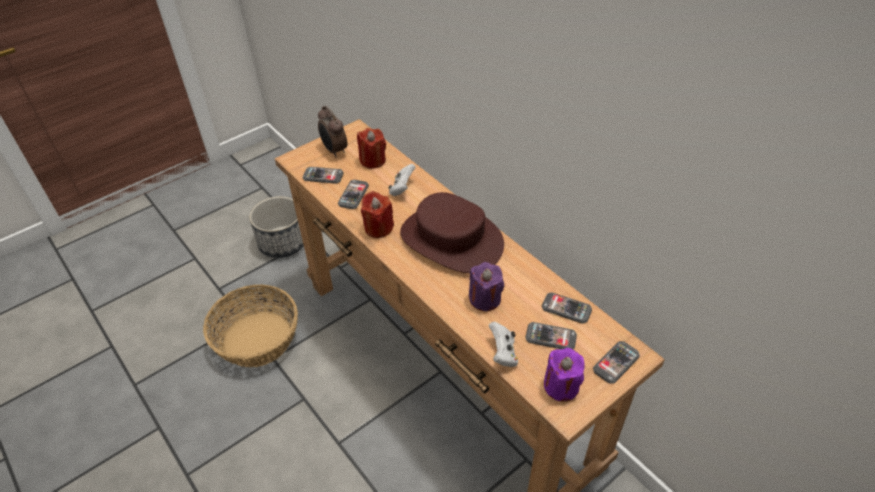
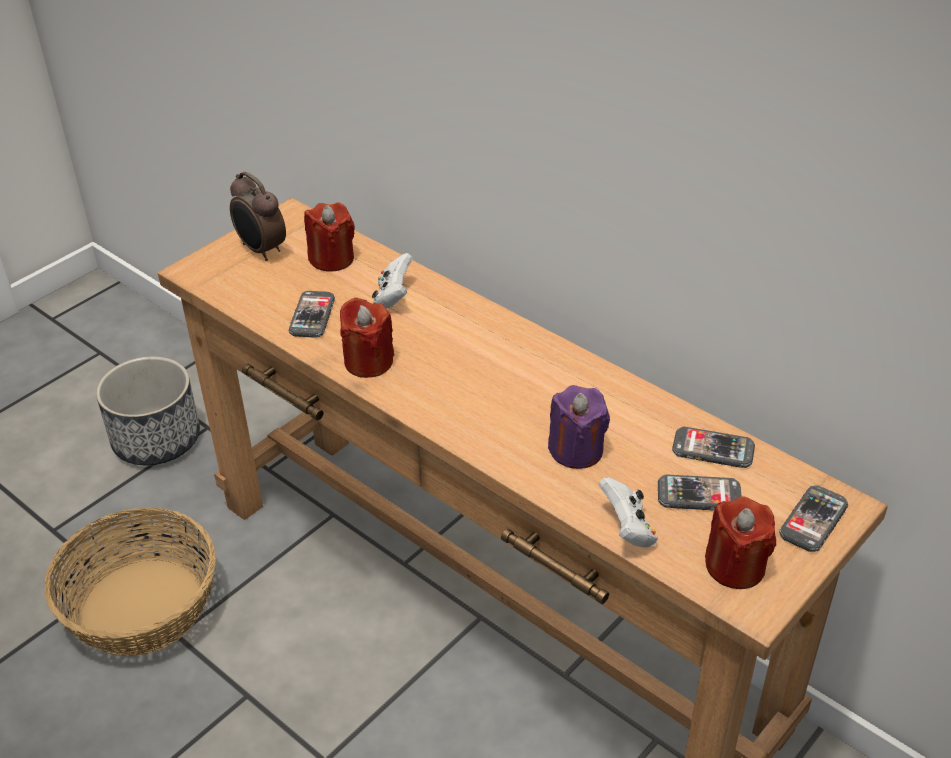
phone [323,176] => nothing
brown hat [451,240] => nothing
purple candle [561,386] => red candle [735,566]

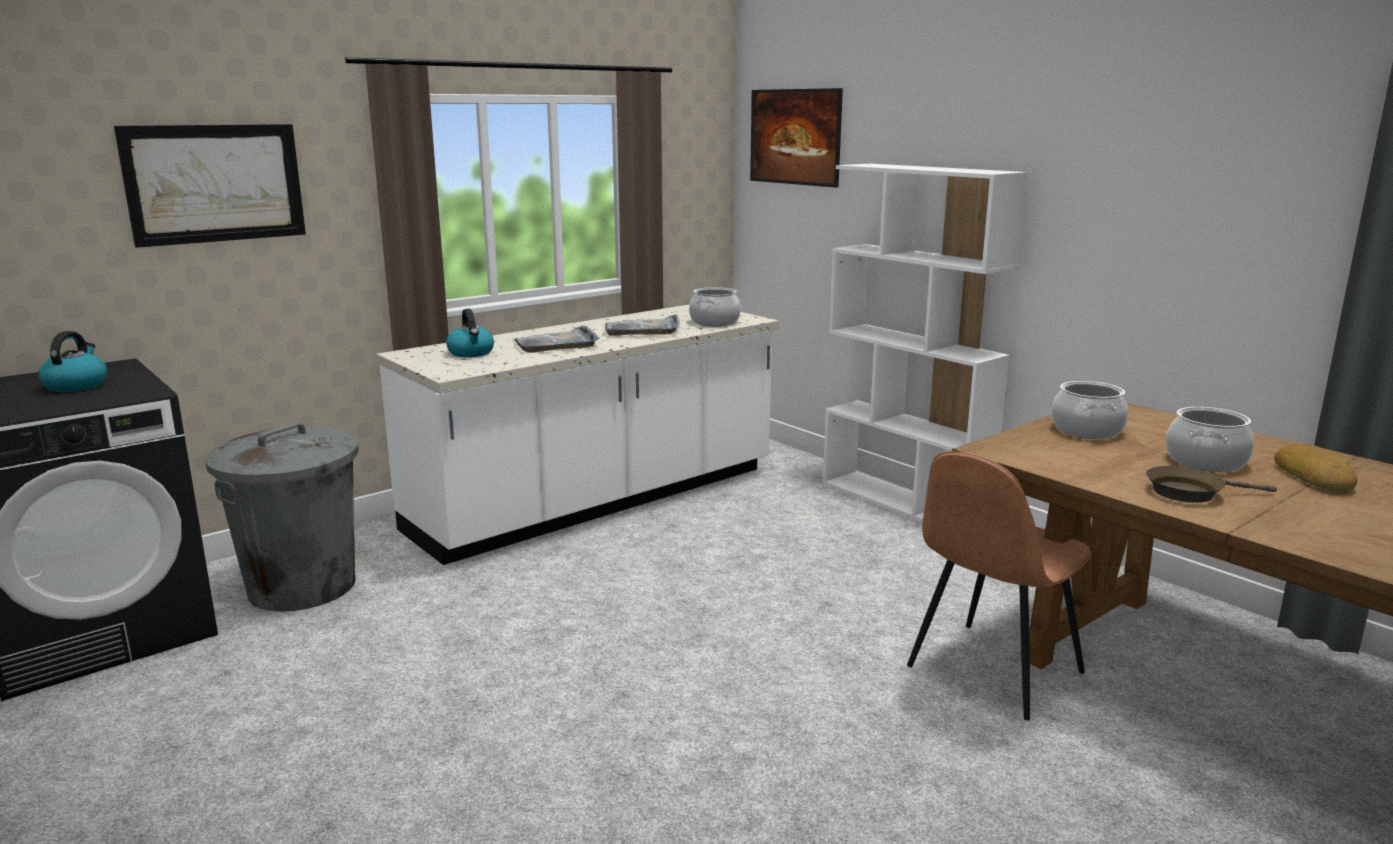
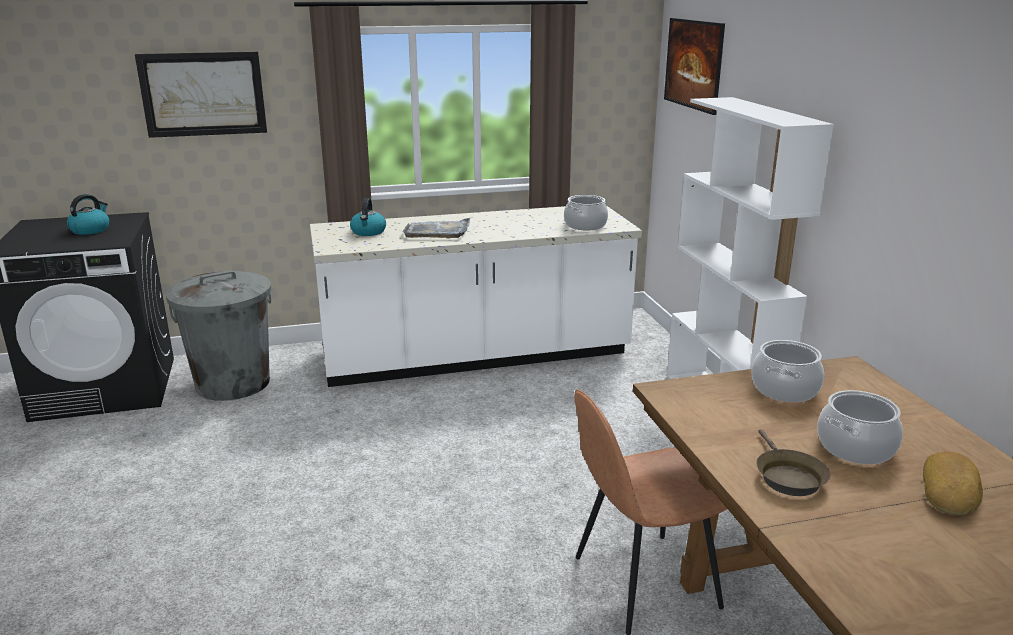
grey tray [643,329] => nothing
brown frying pan [1190,492] => brown frying pan [787,477], 120 degrees counterclockwise

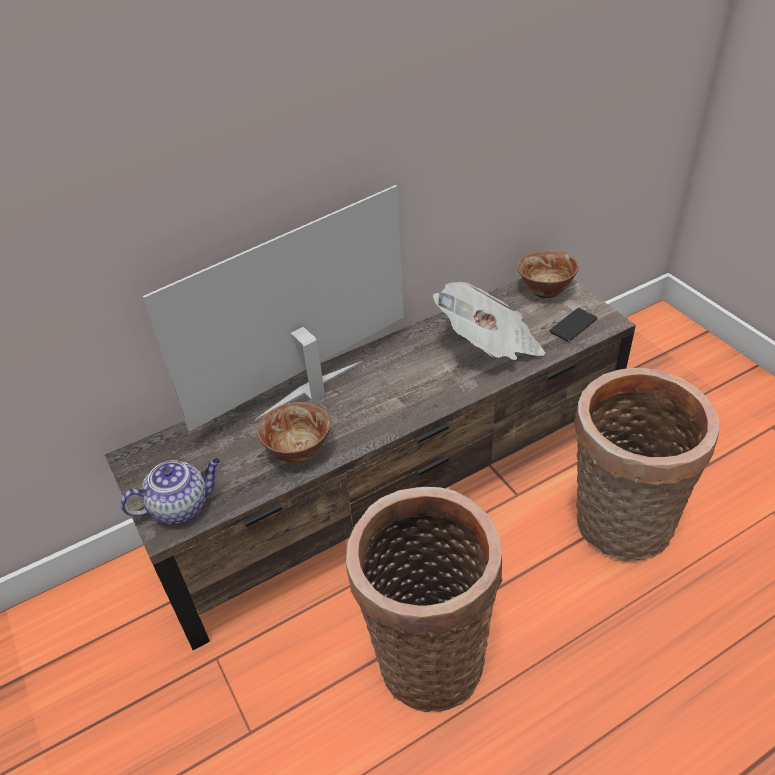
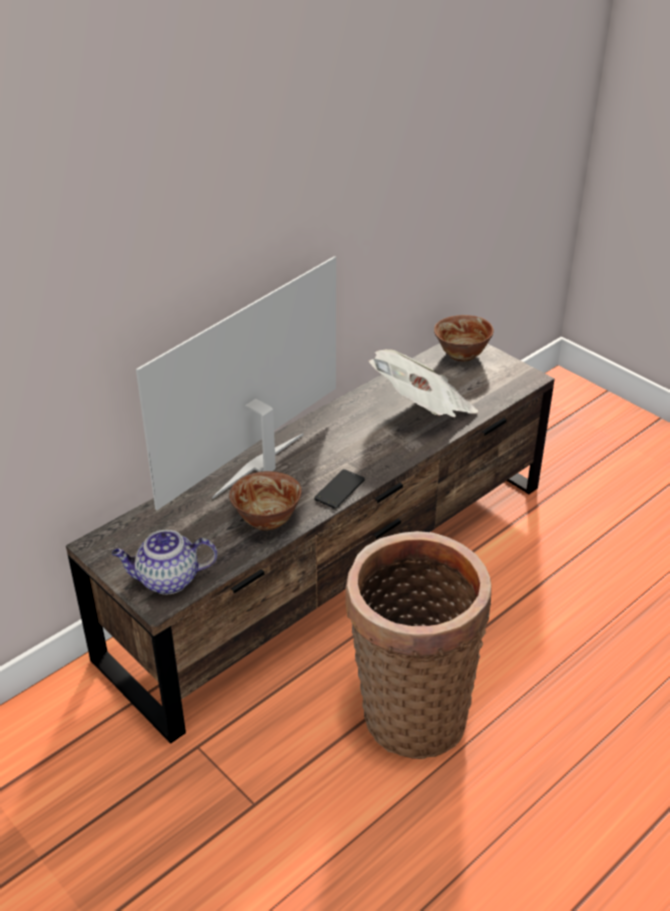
phone [573,325] => phone [339,489], move
basket [618,527] => nothing
teapot [181,506] => teapot [167,580], 150 degrees counterclockwise

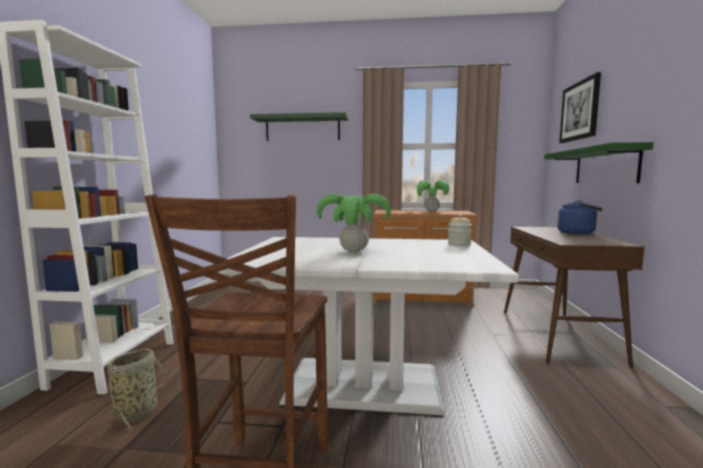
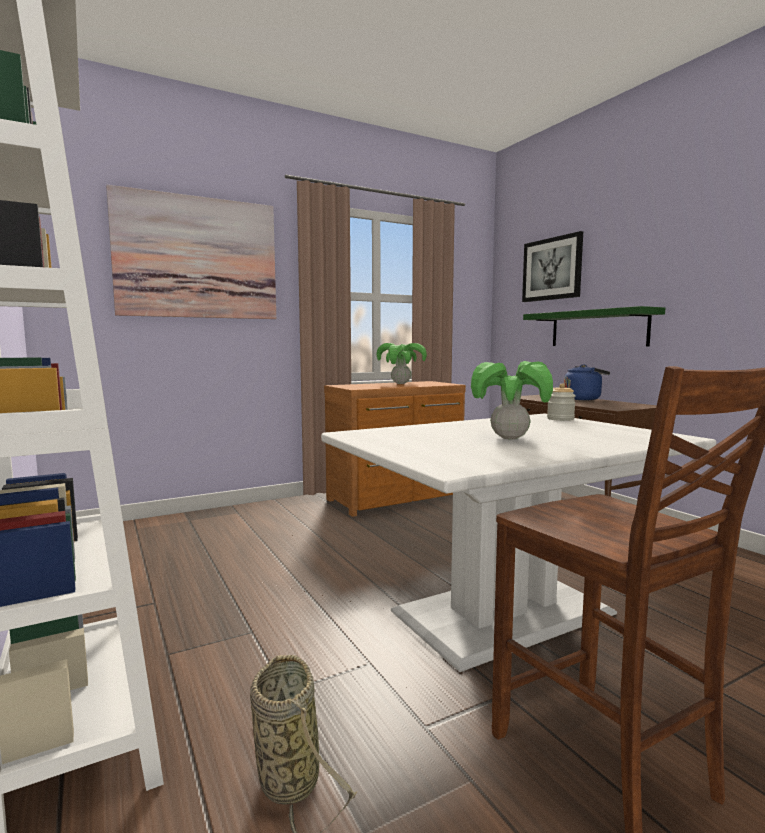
green shelf [302,128] => picture [197,258]

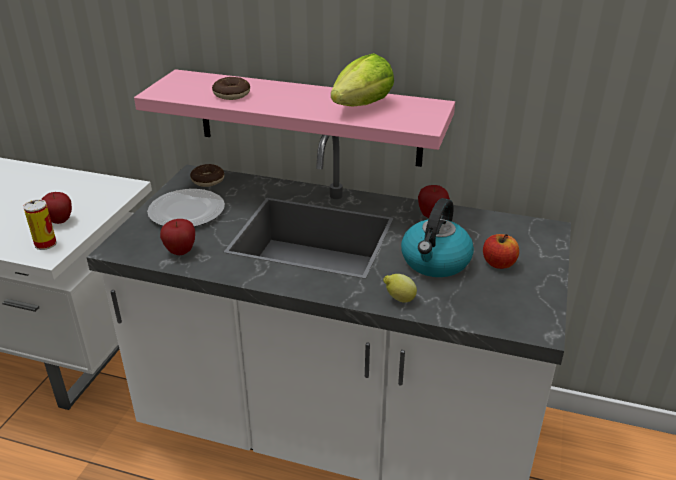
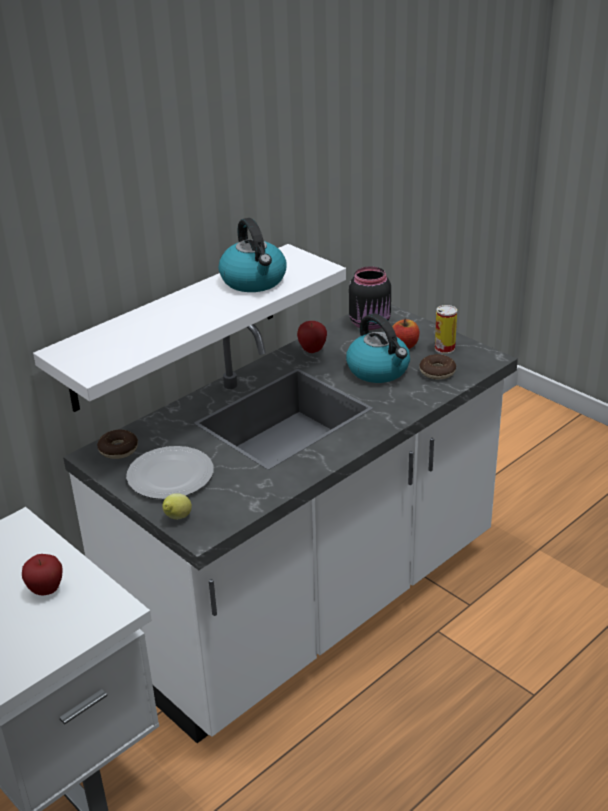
lettuce [362,106] => kettle [254,281]
pink shelf [308,118] => white shelf [175,327]
donut [231,94] => donut [437,372], move
can [45,244] => can [444,348], move
apple [180,252] => nothing
lemon [399,299] => lemon [177,518], move
nothing => black jar [371,324]

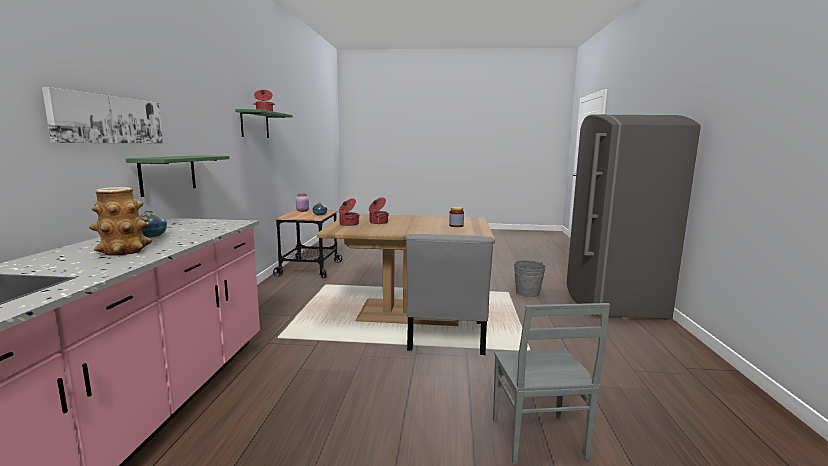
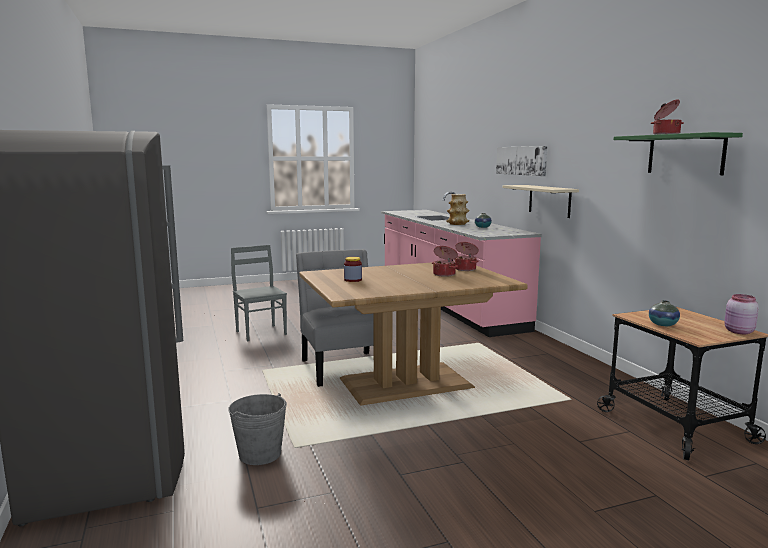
green shelf [168,174] => beige shelf [549,200]

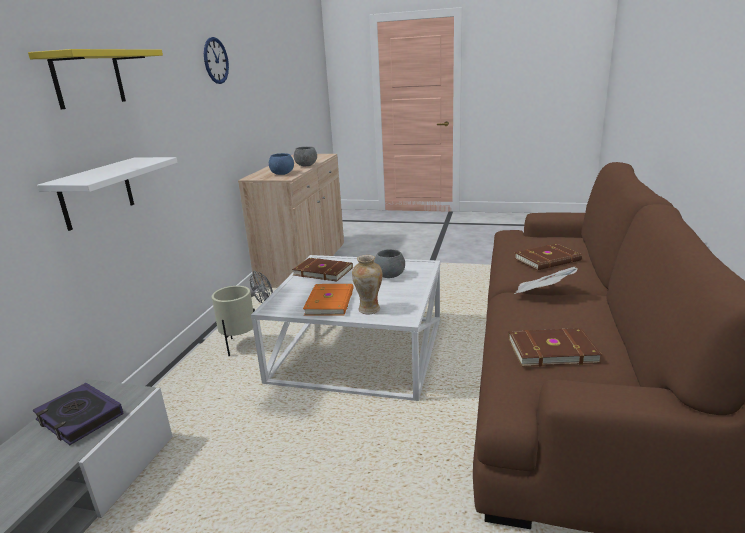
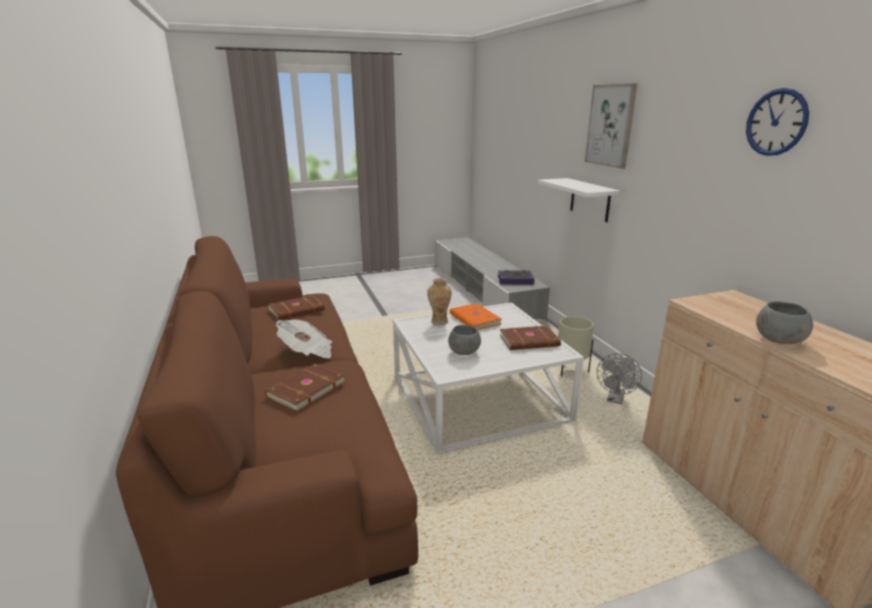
yellow shelf [88,79] => picture [610,125]
blue bowl [282,174] => nothing

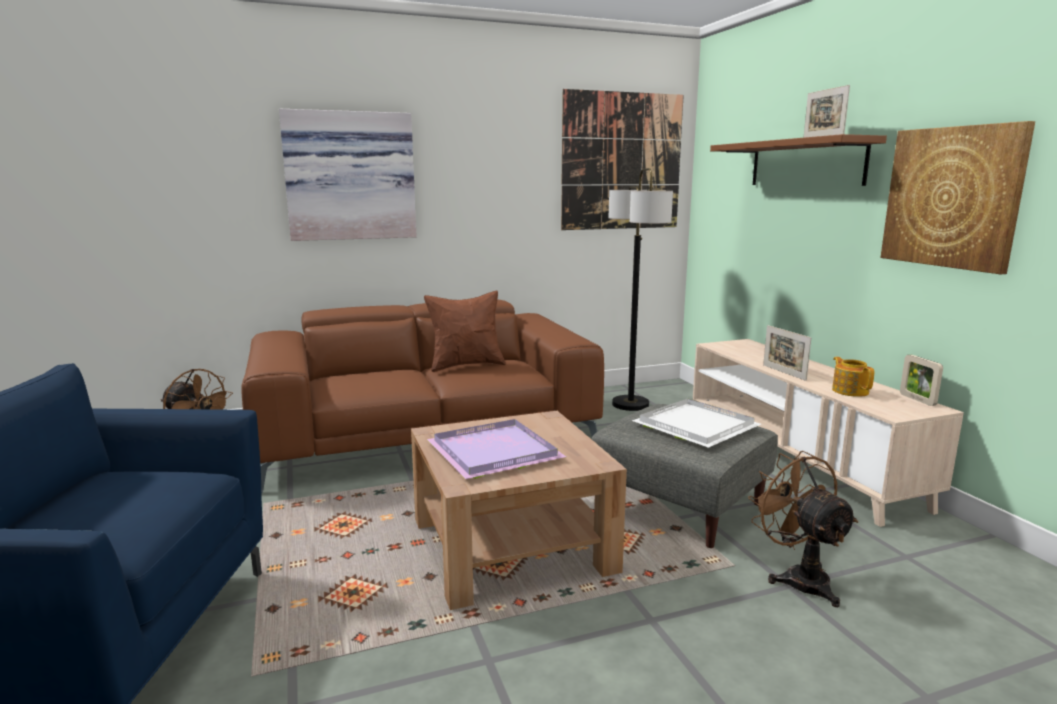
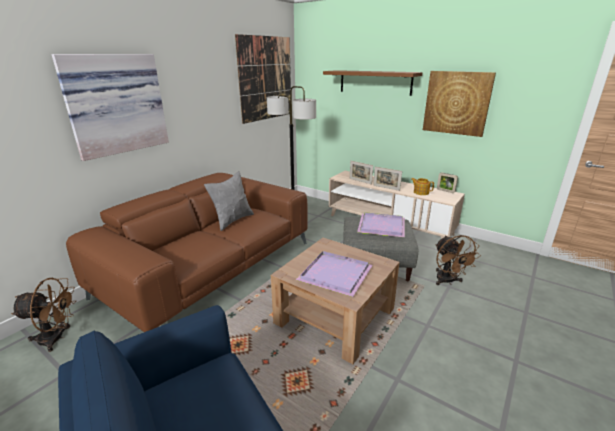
picture frame [822,137] => picture frame [360,181], move
brown pillow [466,365] => grey pillow [232,220]
white tray [693,426] => purple tray [380,227]
brown fan [798,578] => brown fan [448,281], 135 degrees counterclockwise

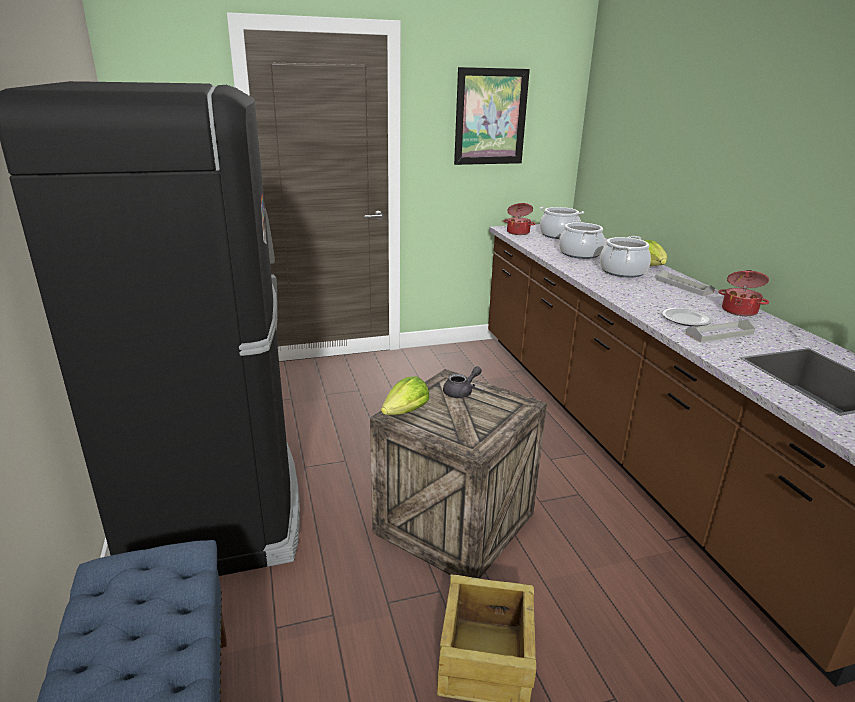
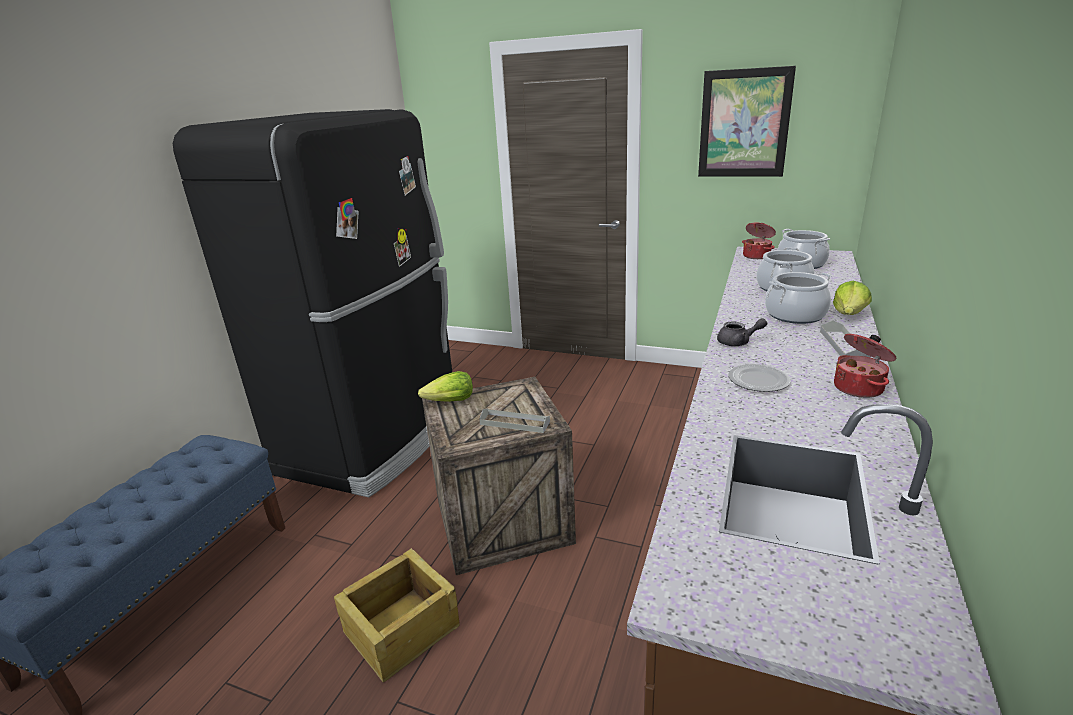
grey tray [719,334] => grey tray [514,423], move
grey teapot [461,392] => grey teapot [738,342], move

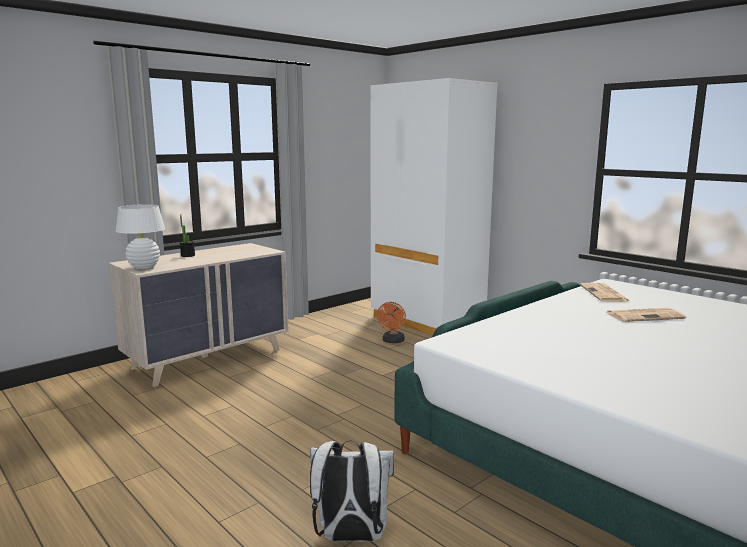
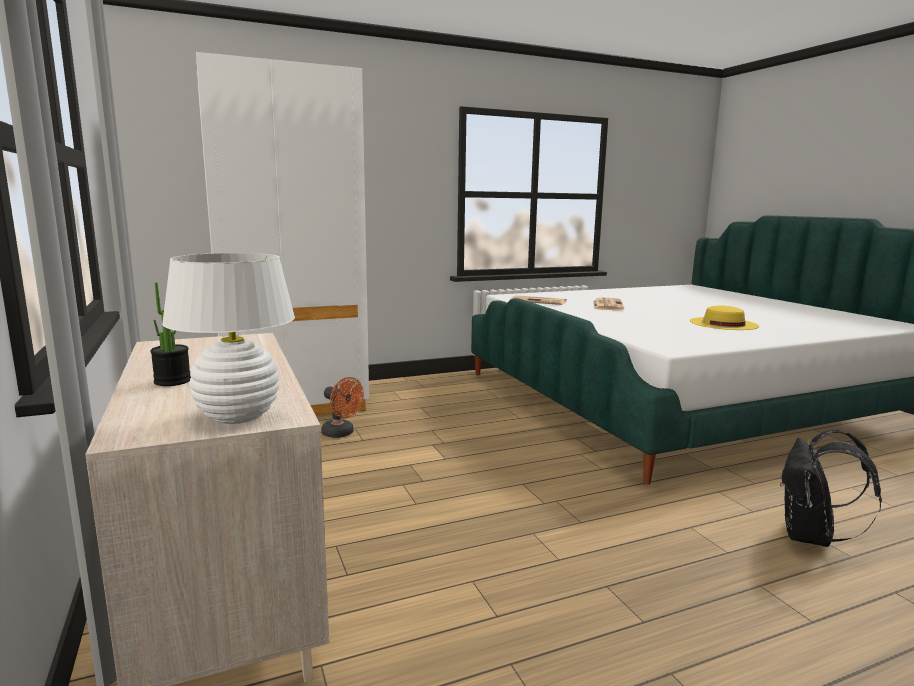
white backpack [350,537] => black backpack [811,537]
nothing => yellow hat [723,323]

